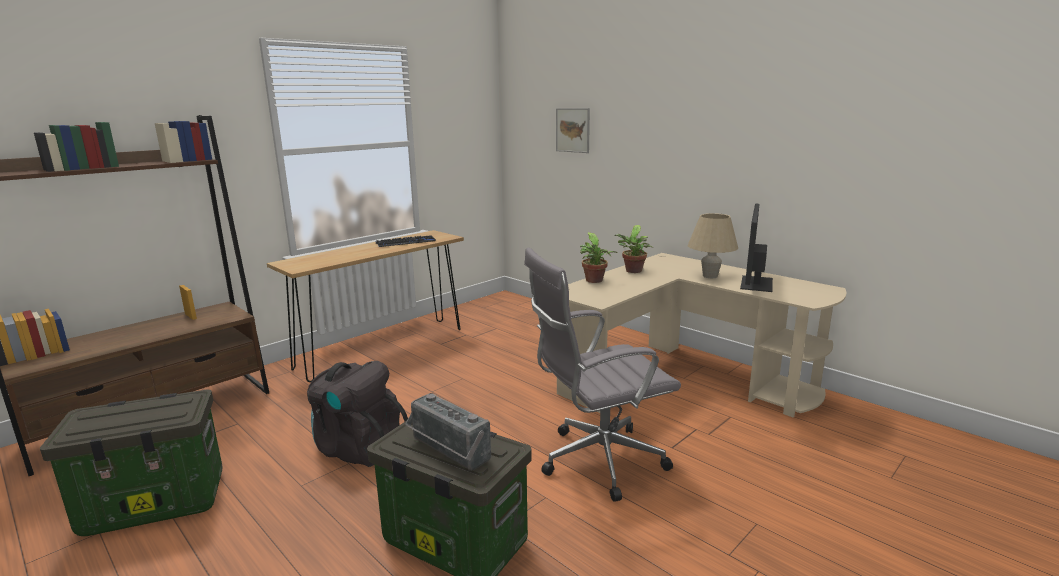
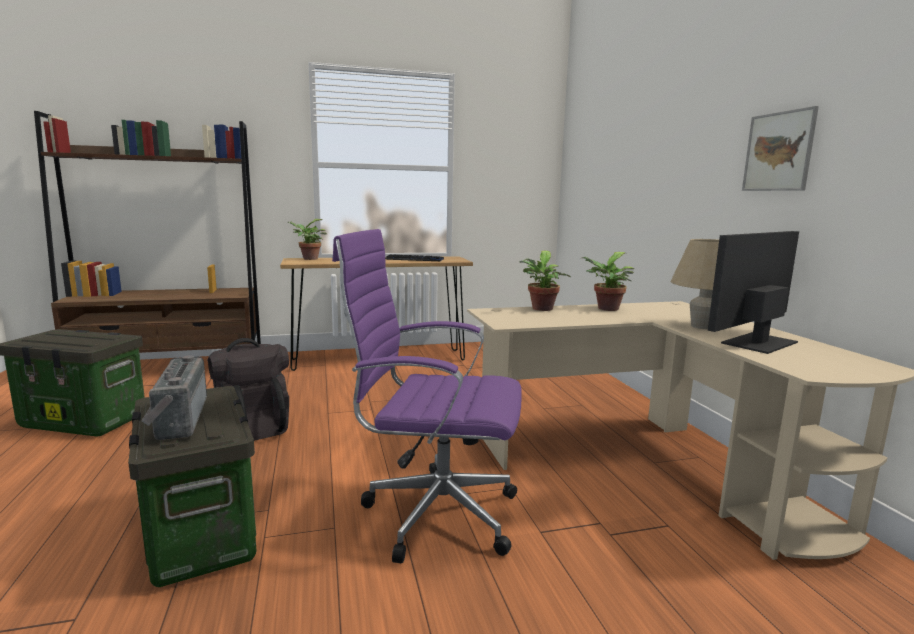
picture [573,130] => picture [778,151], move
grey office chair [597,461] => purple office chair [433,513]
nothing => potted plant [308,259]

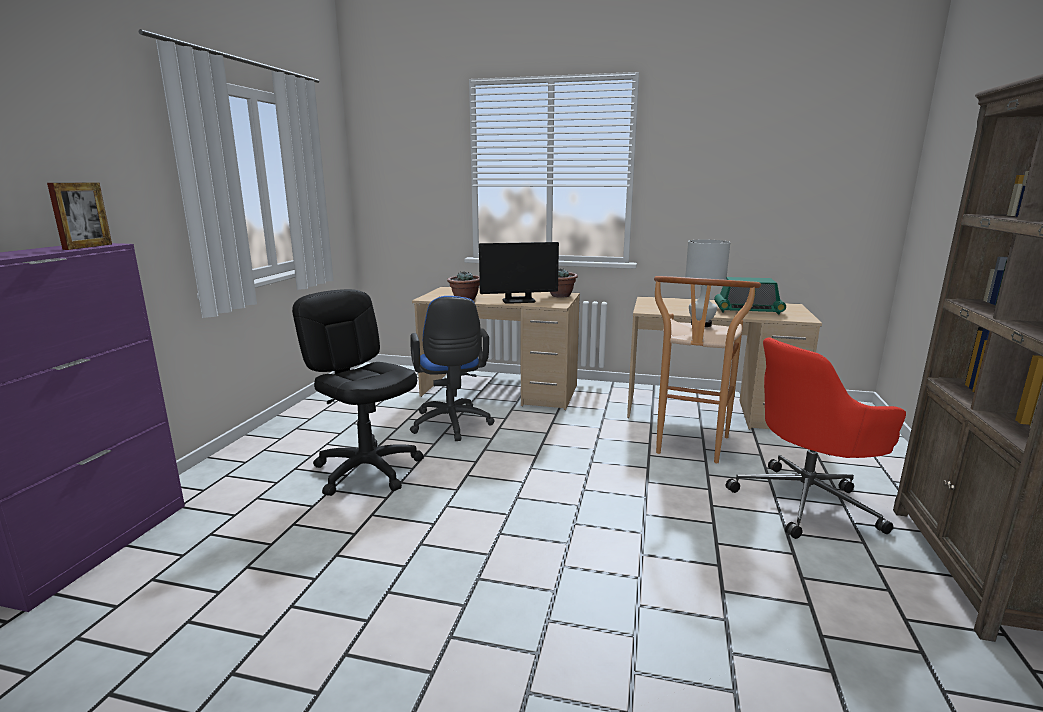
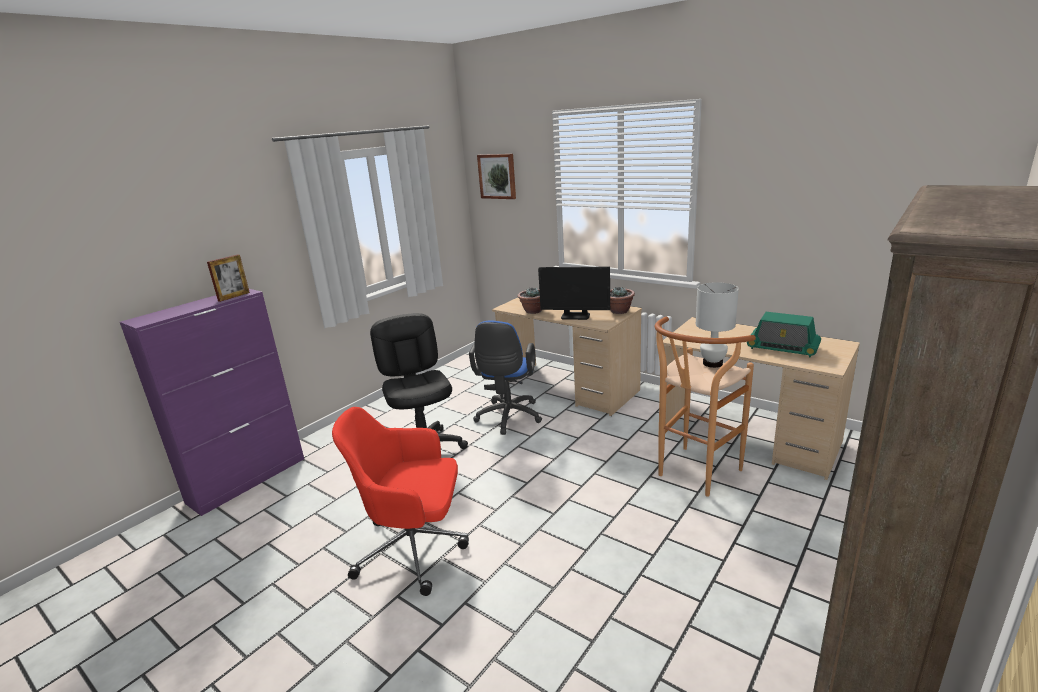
red office chair [806,502] => red office chair [415,548], move
nothing => picture [497,176]

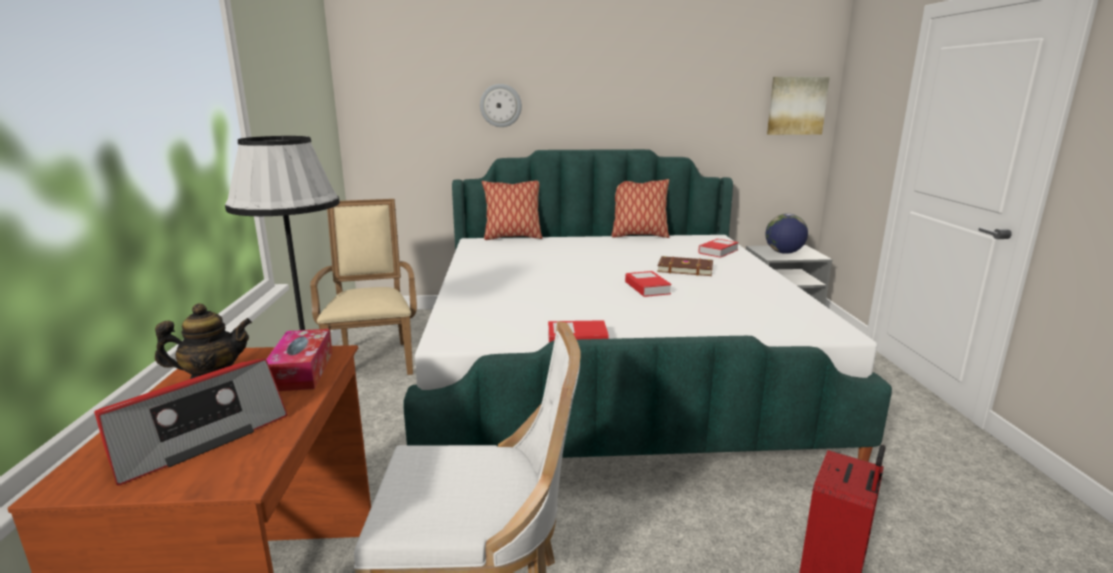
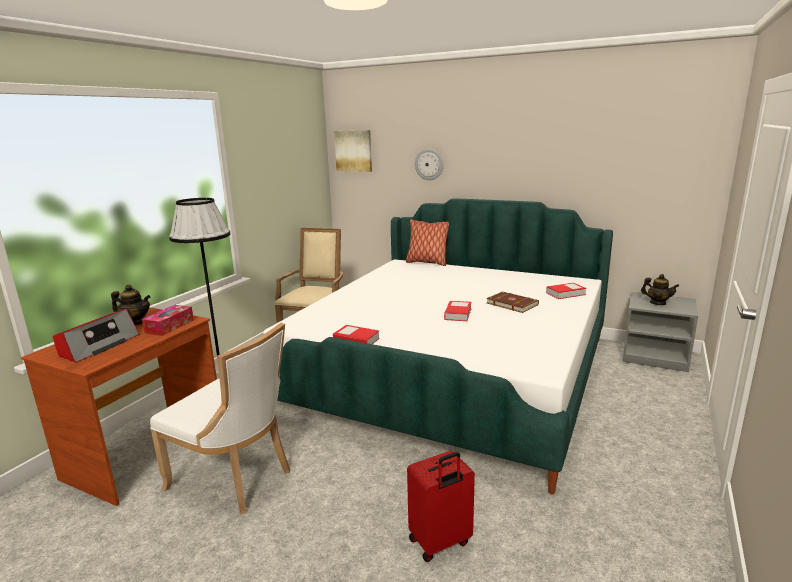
picture [796,105] => picture [353,151], move
pillow [639,236] => nothing
globe [784,252] => teapot [657,303]
radio [197,436] => radio [98,346], 45 degrees counterclockwise

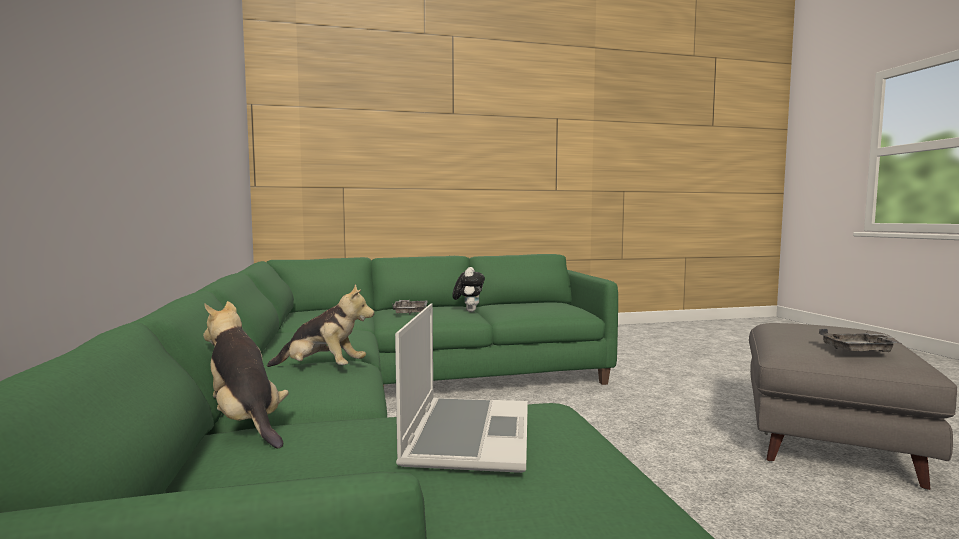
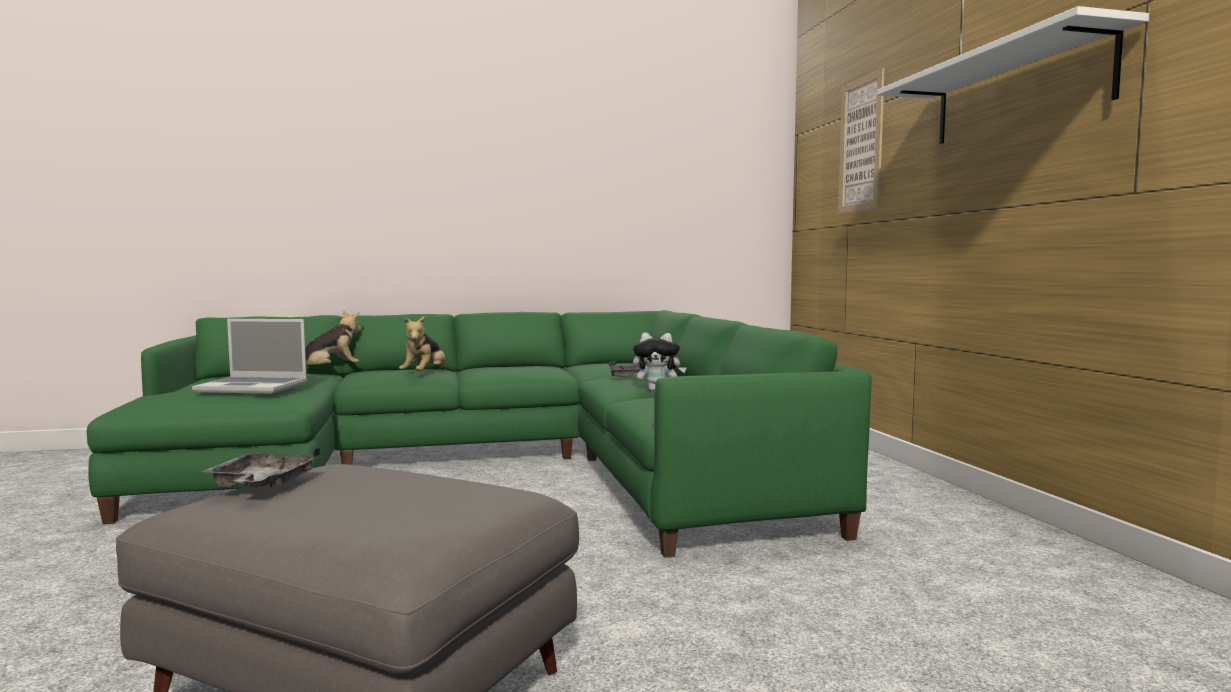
nothing => white shelf [1018,92]
nothing => picture [861,145]

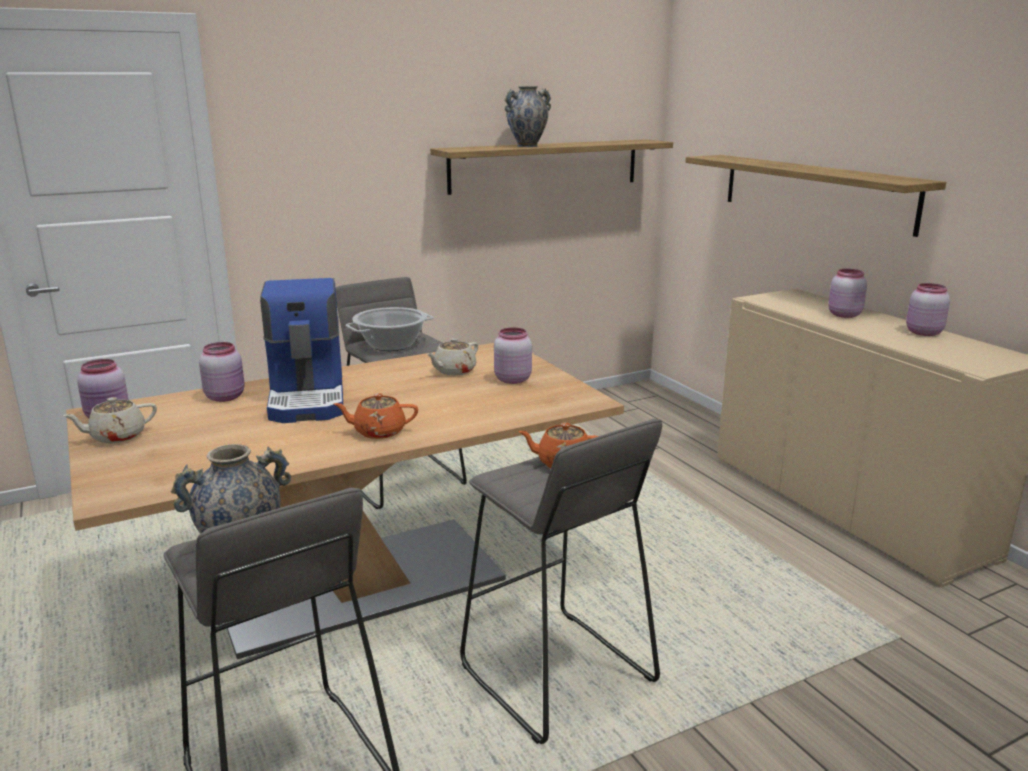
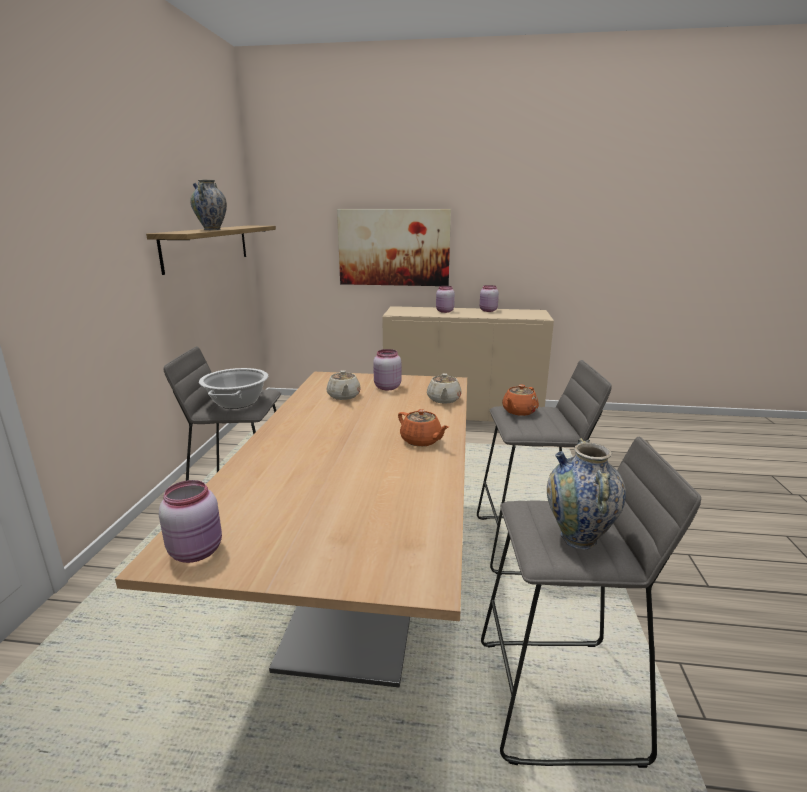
shelf [815,191] => picture [394,247]
coffee machine [309,398] => nothing
pink jar [226,396] => nothing
orange teapot [378,432] => orange teapot [421,441], 75 degrees counterclockwise
beige teapot [116,436] => beige teapot [443,400], move

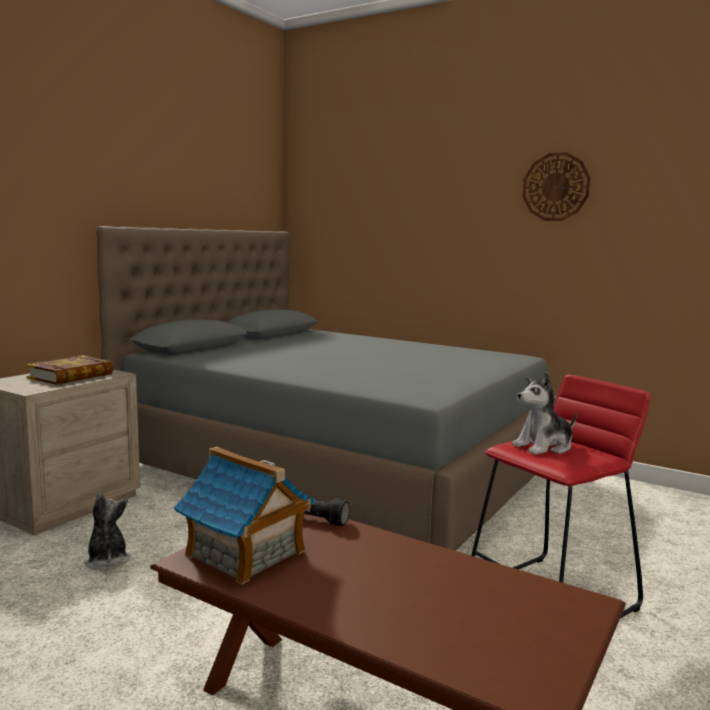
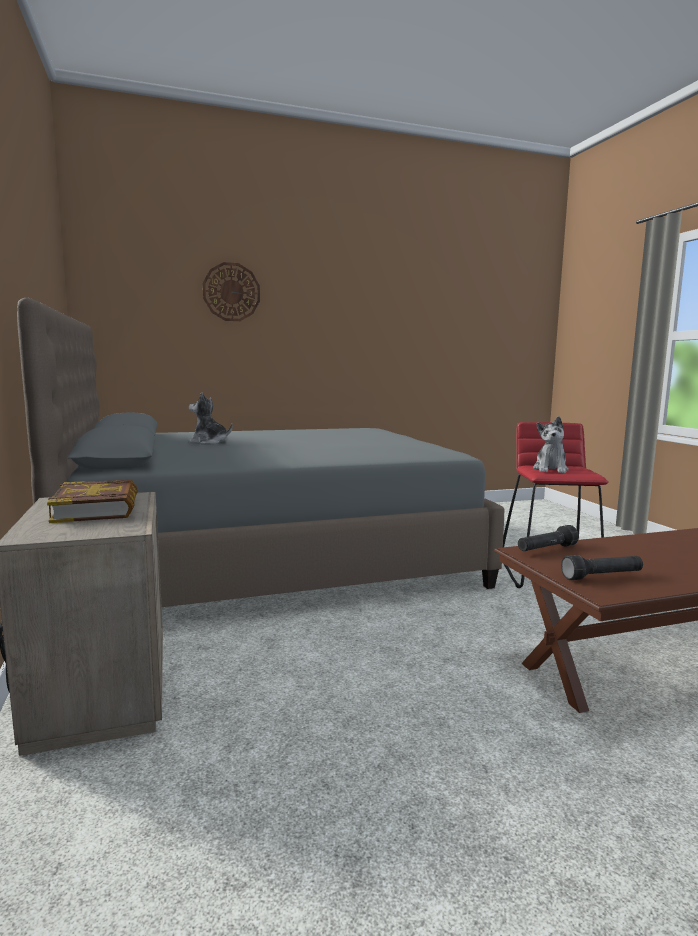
wall clock [556,187] => wall clock [231,292], move
toy house [246,554] => black flashlight [602,576]
plush toy [107,560] => plush toy [209,442], move

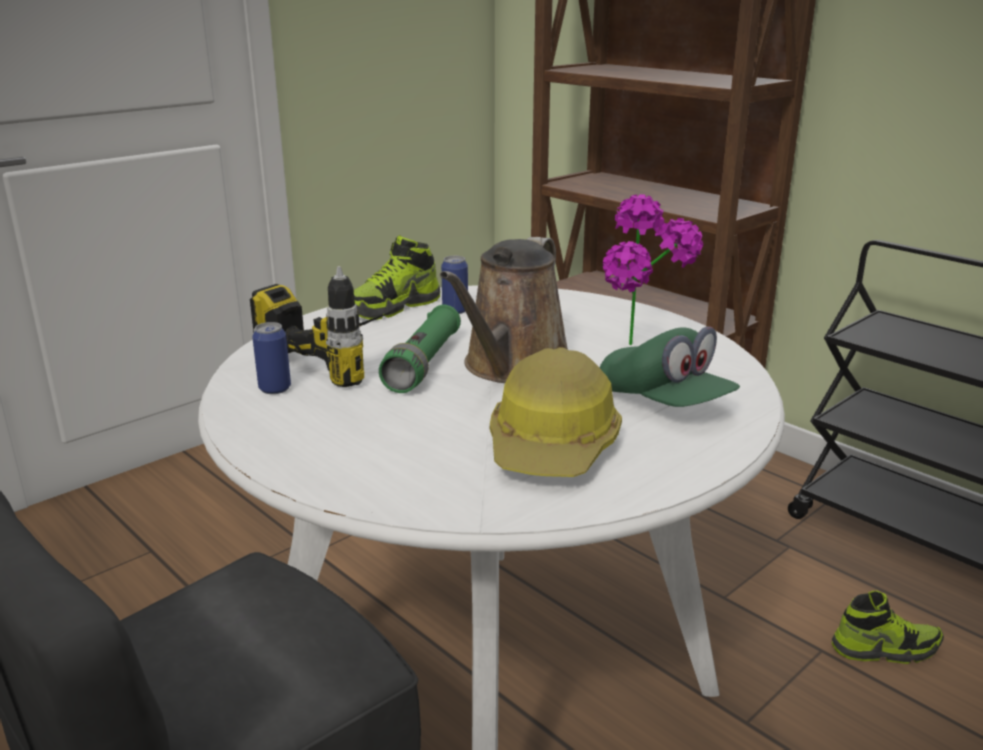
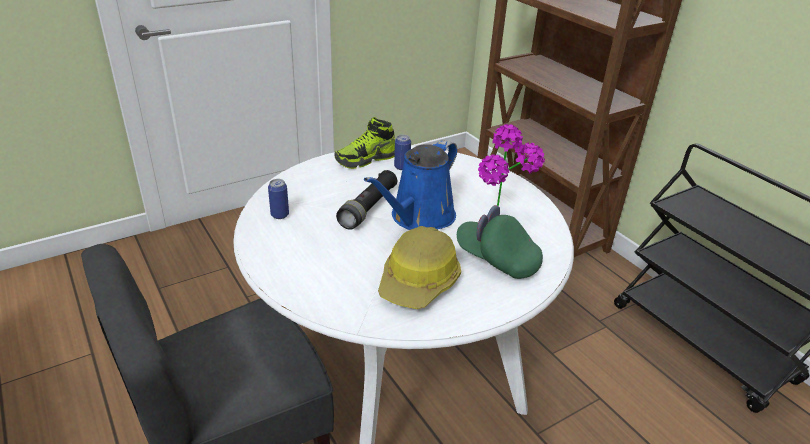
brown watering can [512,367] => blue watering can [419,218]
power drill [348,356] => nothing
green flashlight [424,364] => black flashlight [368,208]
green cap [664,403] => green cap [497,259], 150 degrees clockwise
shoe [884,649] => nothing

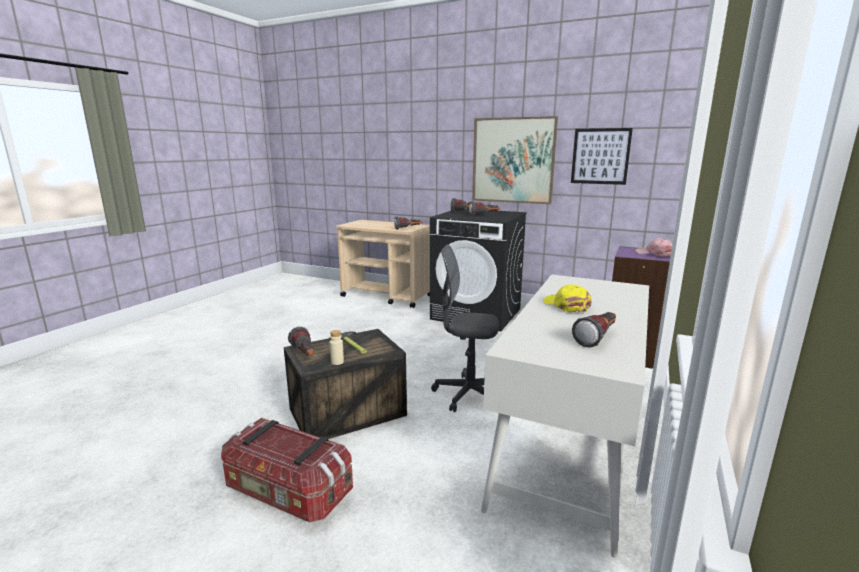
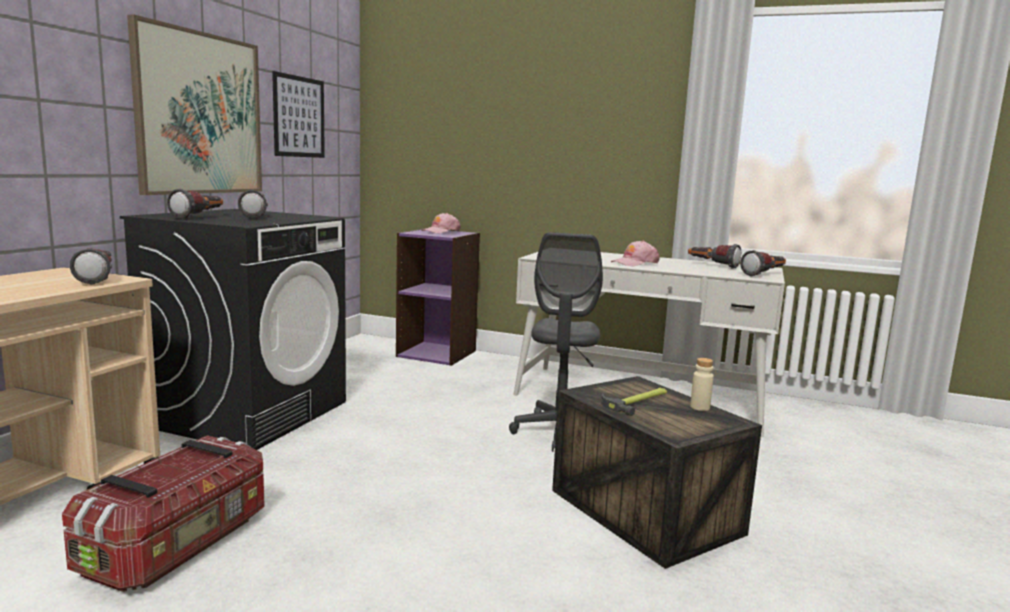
yellow cap [566,305] => pink cap [635,263]
flashlight [305,354] => flashlight [765,275], move
storage box [287,492] => storage box [180,544], move

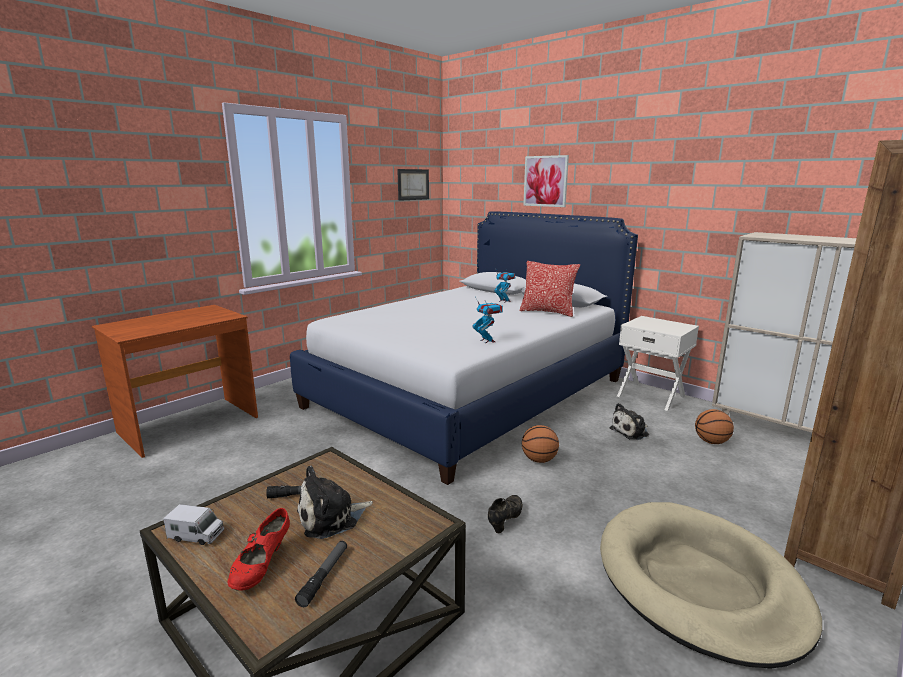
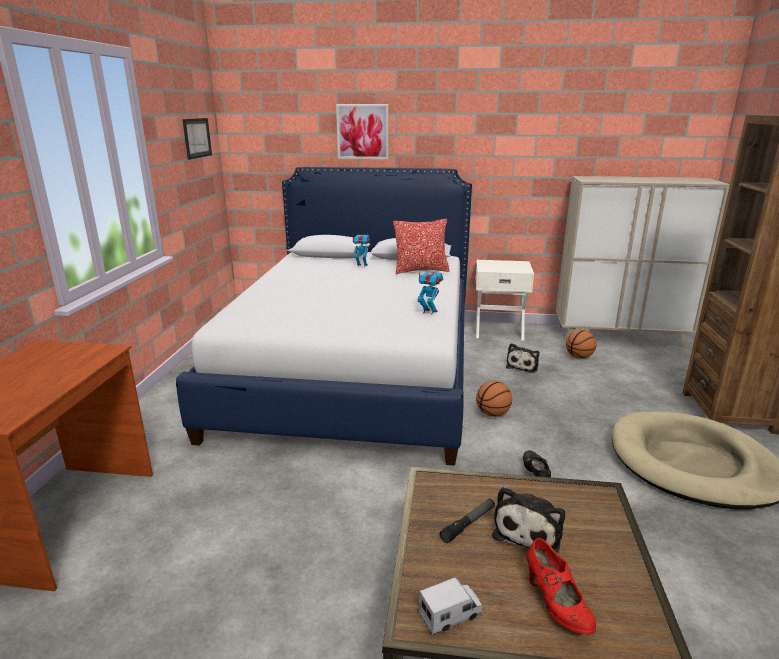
flashlight [324,576] => nothing

